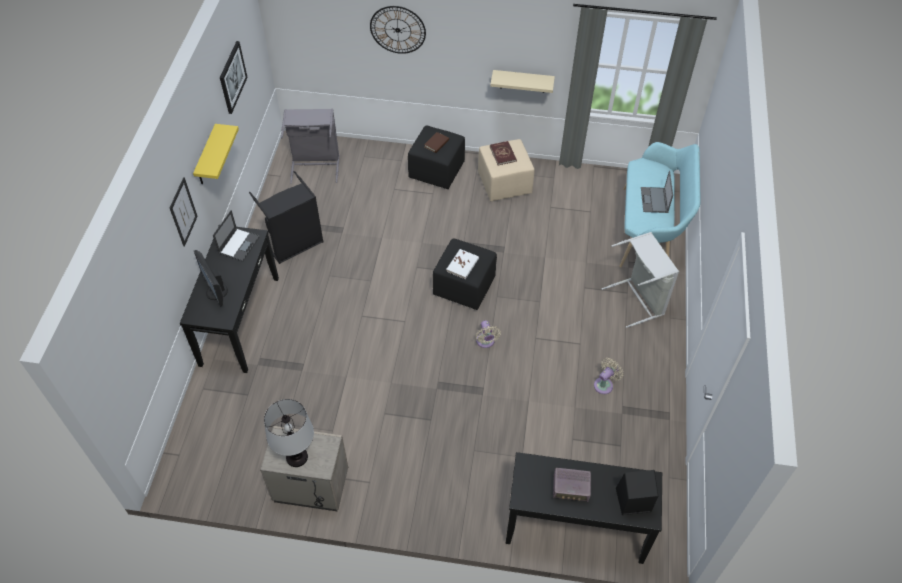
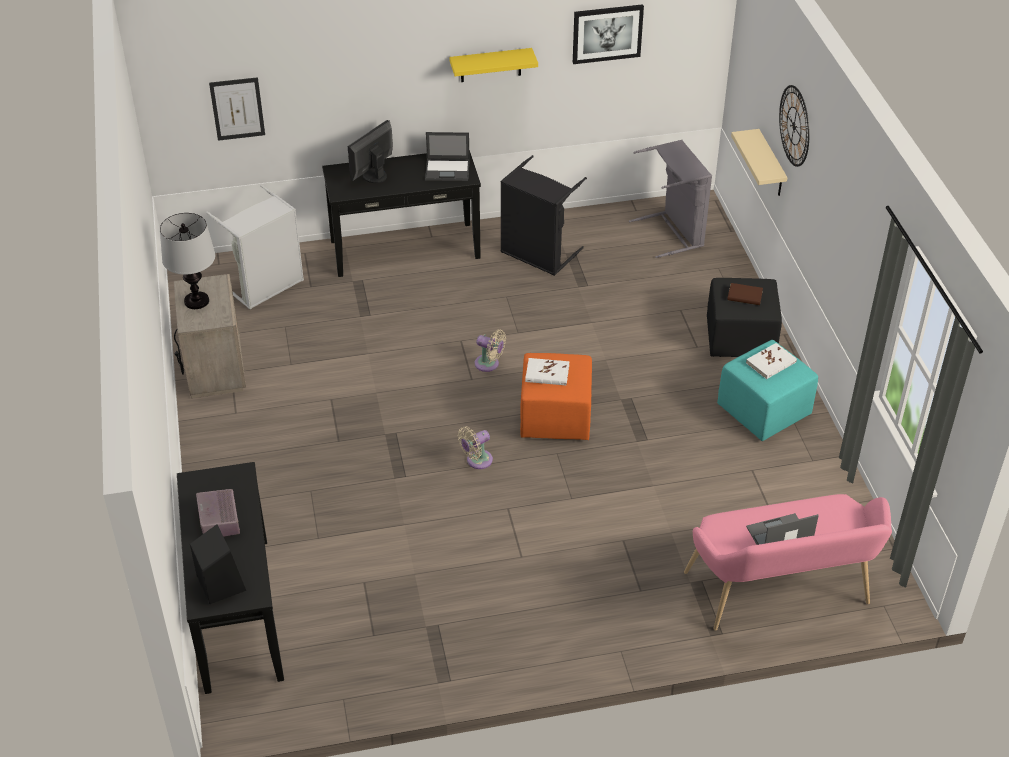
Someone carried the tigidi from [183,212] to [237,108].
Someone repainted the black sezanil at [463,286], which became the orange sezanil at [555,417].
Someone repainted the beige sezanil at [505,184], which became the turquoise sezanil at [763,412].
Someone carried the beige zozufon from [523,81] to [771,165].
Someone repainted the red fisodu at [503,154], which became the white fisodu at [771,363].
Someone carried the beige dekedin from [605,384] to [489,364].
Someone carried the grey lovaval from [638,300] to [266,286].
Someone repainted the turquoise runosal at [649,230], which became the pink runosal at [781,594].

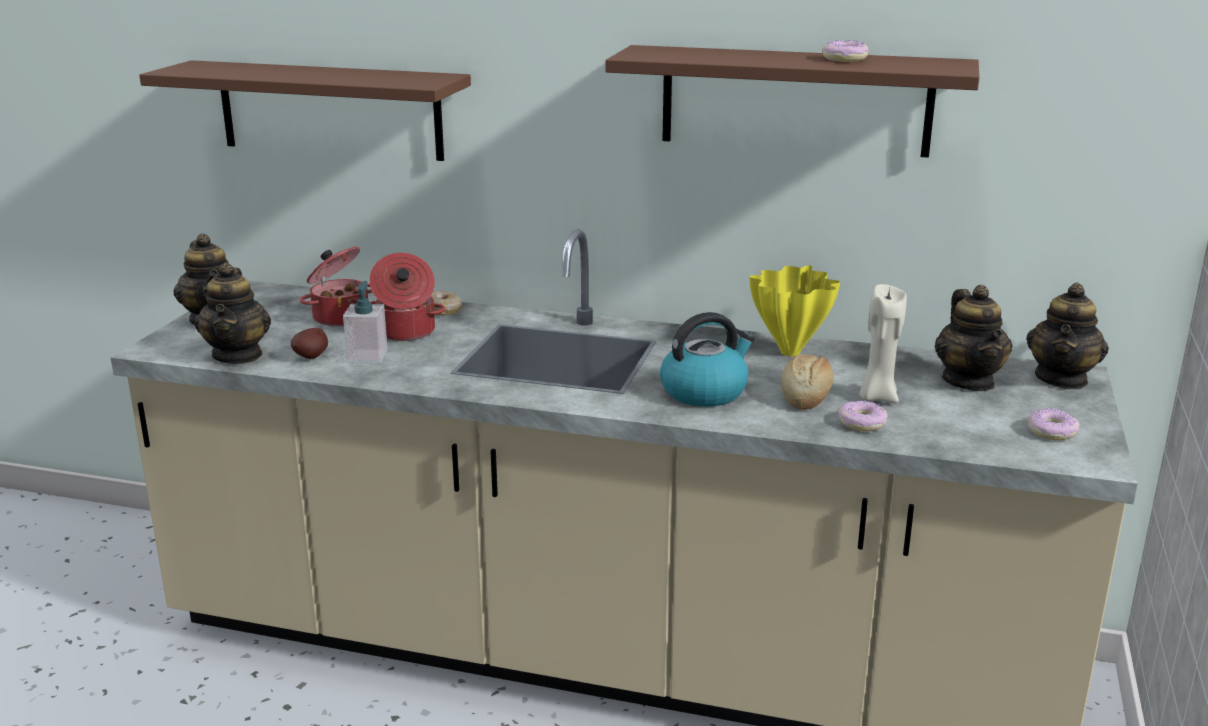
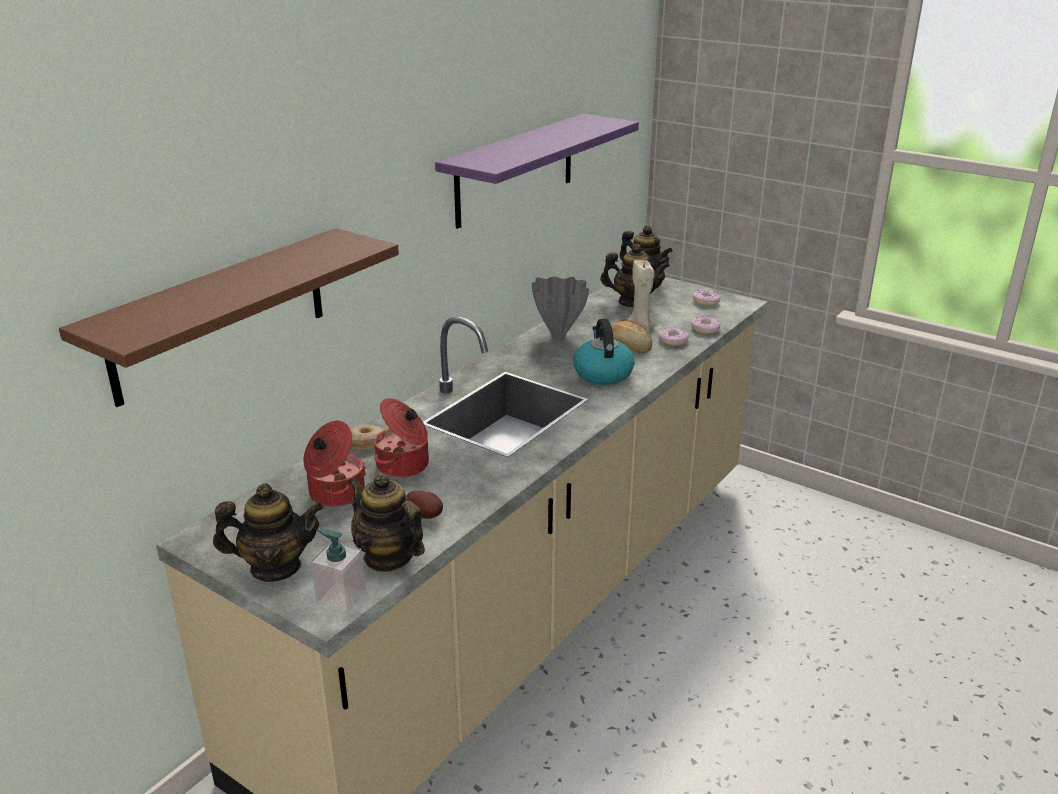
Someone rotated the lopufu at [238,355] by 150 degrees counterclockwise.
Someone carried the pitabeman from [367,356] to [341,597].
Someone repainted the brown zozufon at [795,100], which became the purple zozufon at [515,169].
Someone repainted the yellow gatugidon at [789,353], which became the grey gatugidon at [559,336].
Someone carried the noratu from [845,59] to [705,329].

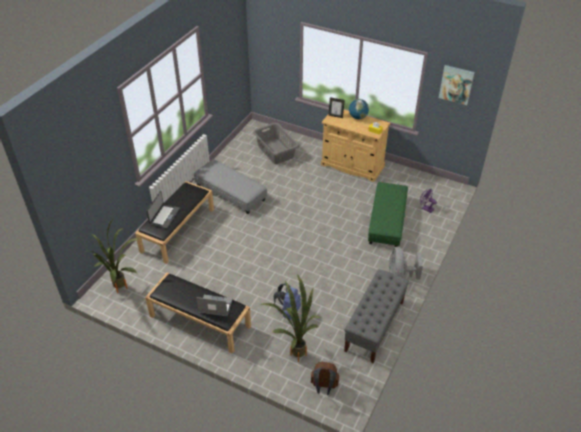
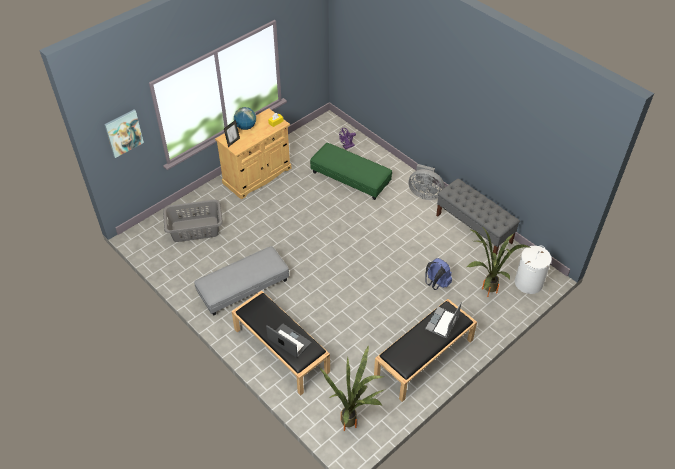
Someone swapped the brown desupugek at [324,387] for the white lovaval at [528,283].
Someone carried the tigidi from [456,84] to [123,133].

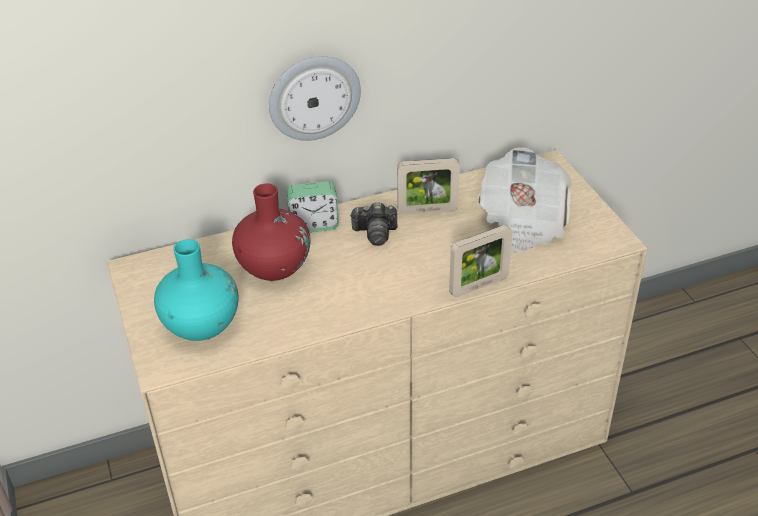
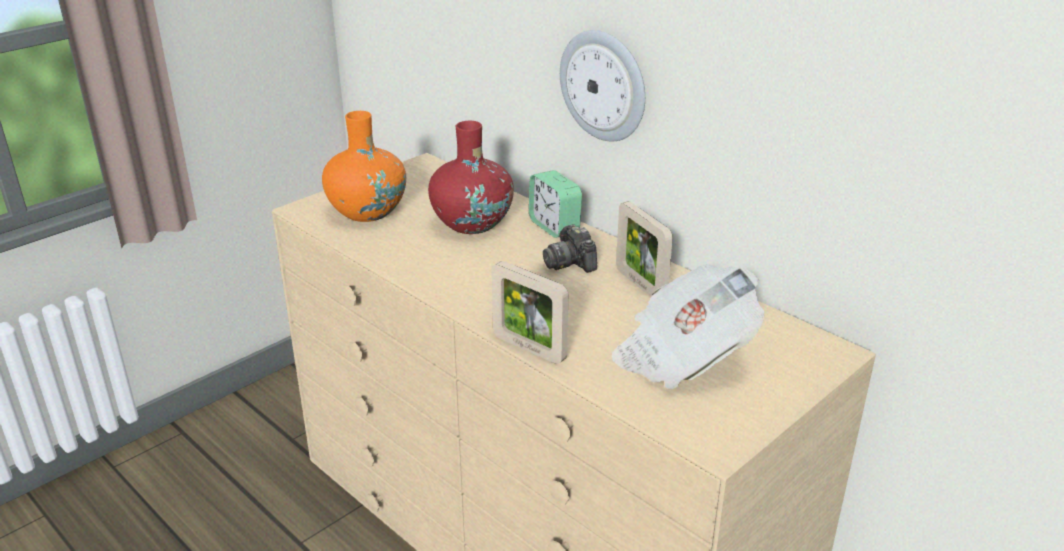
Someone repainted the turquoise gatugidon at [201,325], which became the orange gatugidon at [367,211].

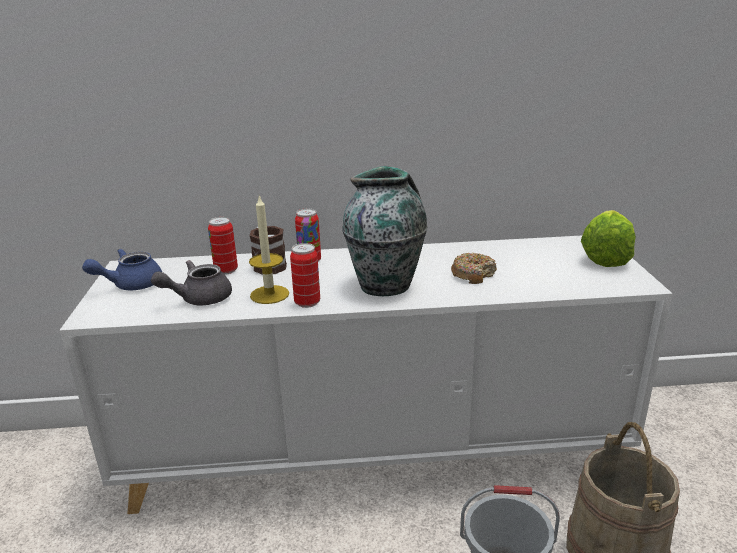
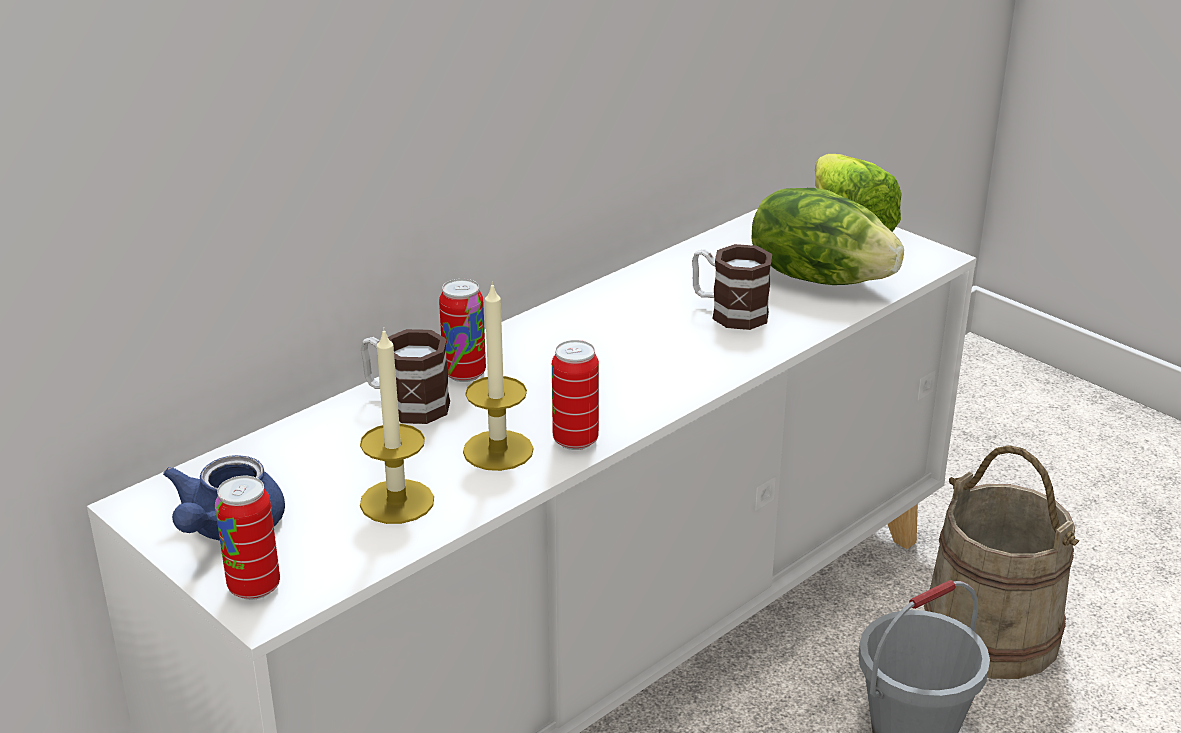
Someone swapped the grey lopufu at [199,298] for the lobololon at [397,502].
Someone carried the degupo from [226,270] to [254,587].
Someone took away the gatugidon at [386,285].
Someone swapped the noratu at [473,275] for the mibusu at [728,312].
Someone put down the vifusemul at [819,277].

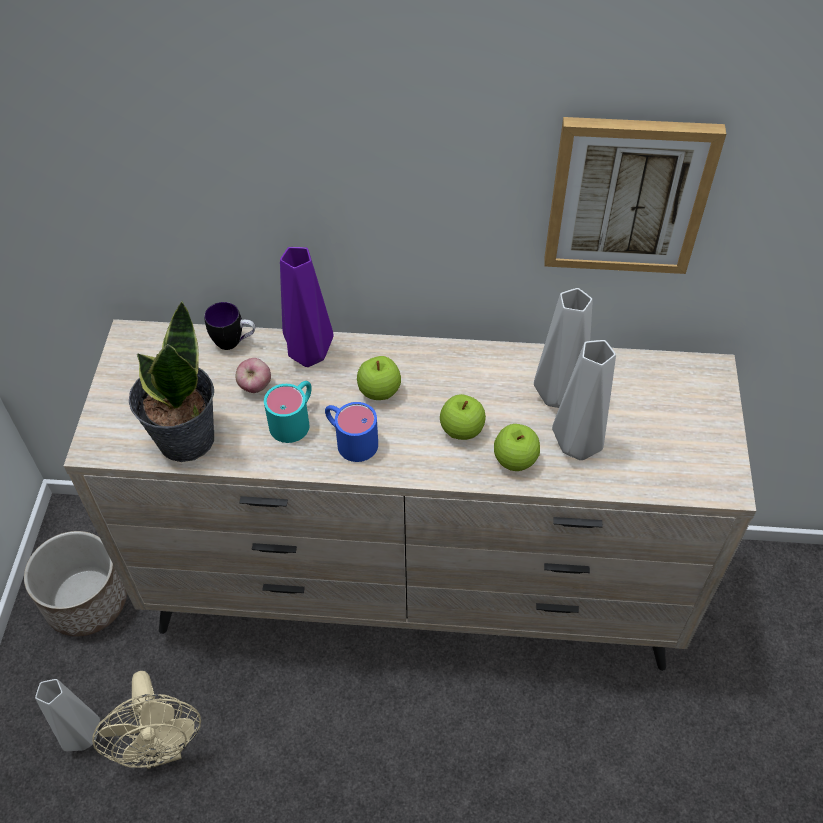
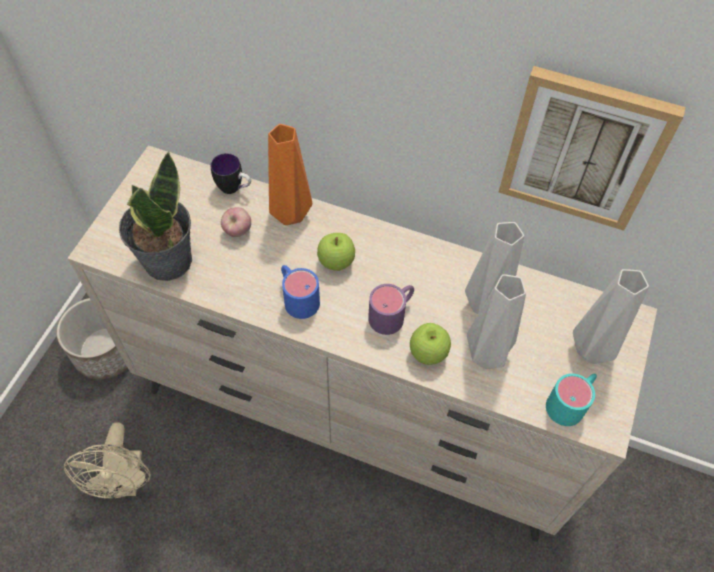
Someone carried the grey gatugidon from [82,734] to [591,347].
Someone carried the turquoise mibusu from [295,419] to [570,402].
Someone repainted the purple gatugidon at [310,356], which became the orange gatugidon at [291,216].
Someone swapped the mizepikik at [461,430] for the purple mibusu at [392,314].

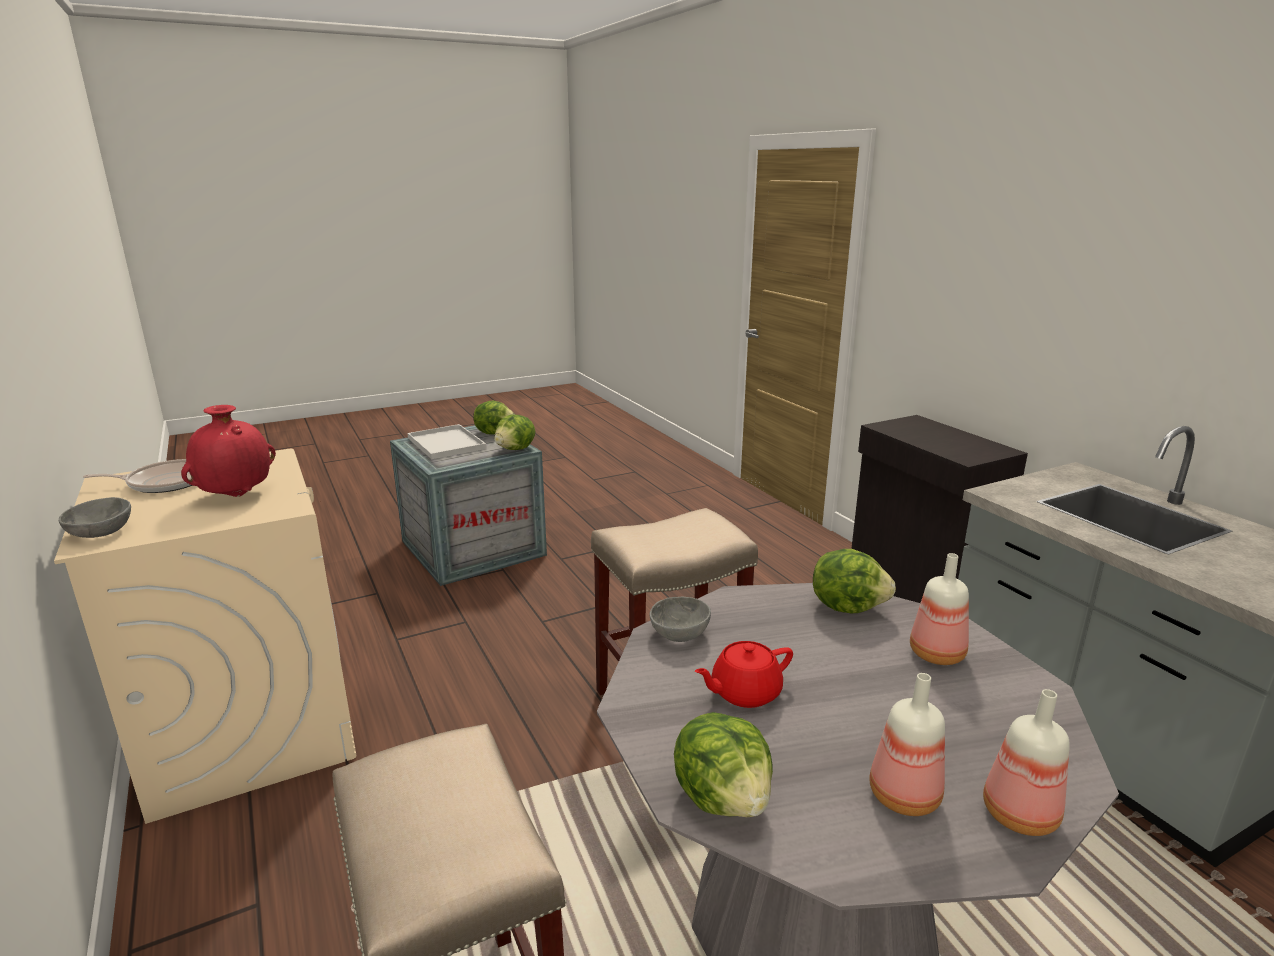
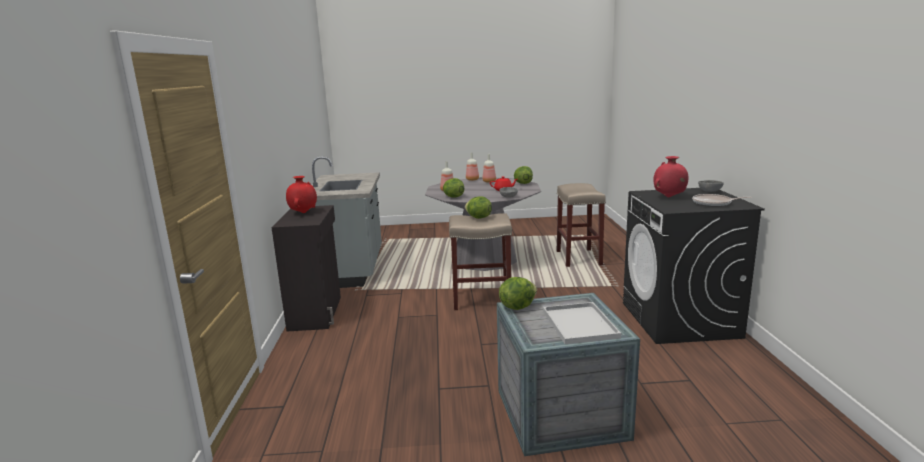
Someone repainted the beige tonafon at [250,728], which became the black tonafon at [680,320].
Someone carried the vifusemul from [495,432] to [478,218].
Someone put down the red gatugidon at [303,213].

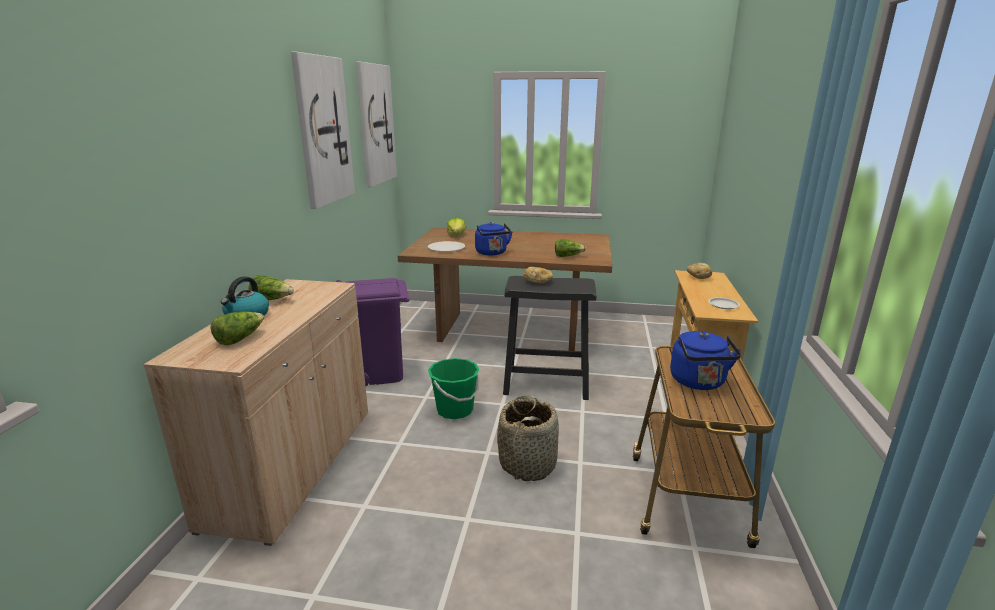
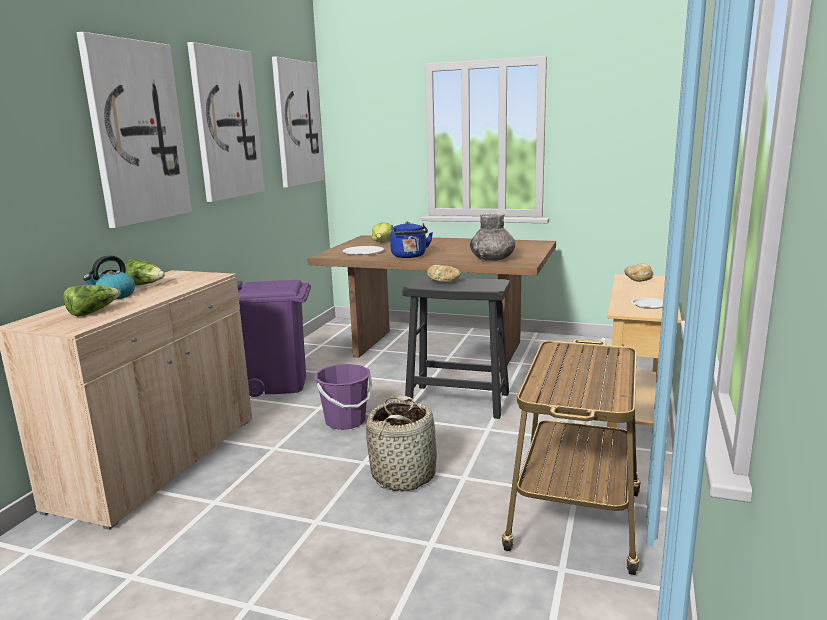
Someone repainted the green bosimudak at [455,410], which became the purple bosimudak at [345,421].
Someone swapped the vifusemul at [567,256] for the grey gatugidon at [492,259].
Someone took away the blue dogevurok at [699,382].
Someone put up the tigidi at [137,132].

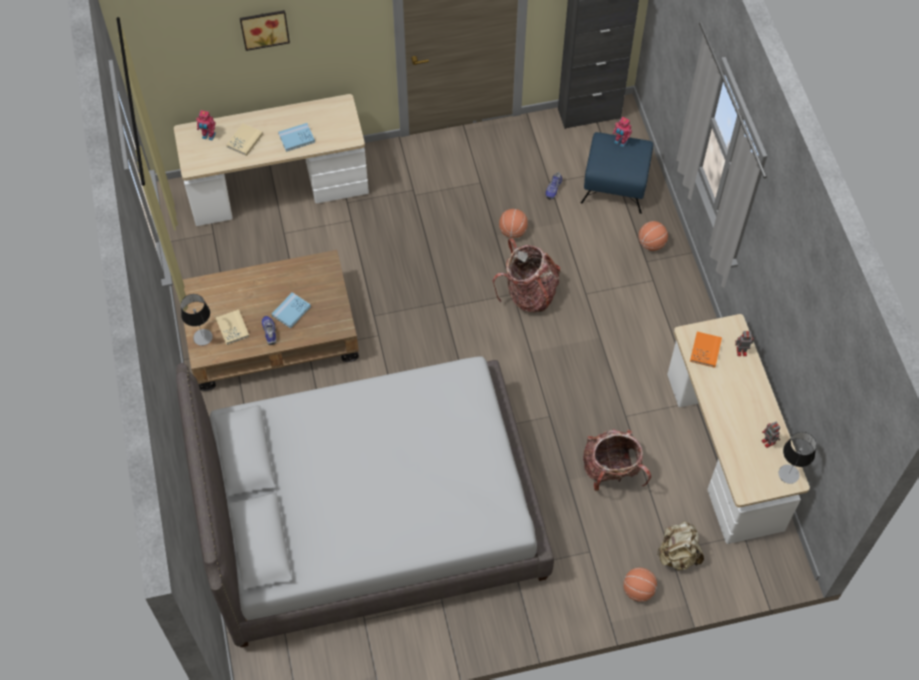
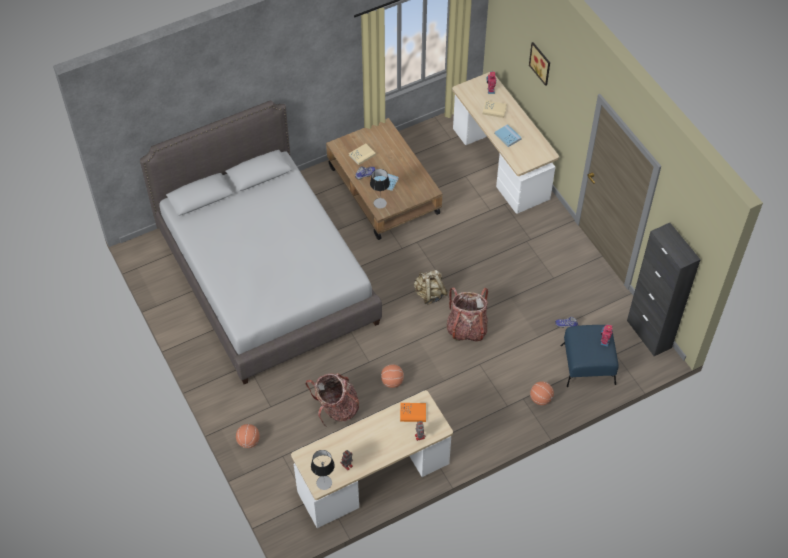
Someone carried the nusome from [202,337] to [380,203].
Someone carried the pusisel from [513,231] to [392,381].
Someone carried the beige desupugek from [678,554] to [429,294].

